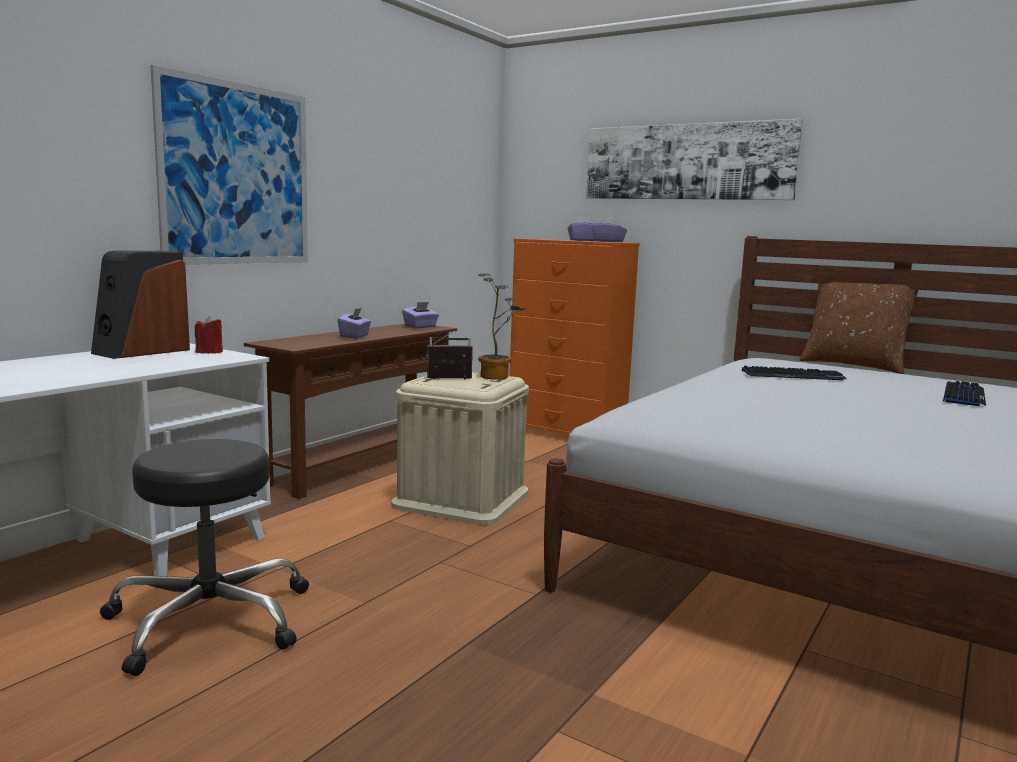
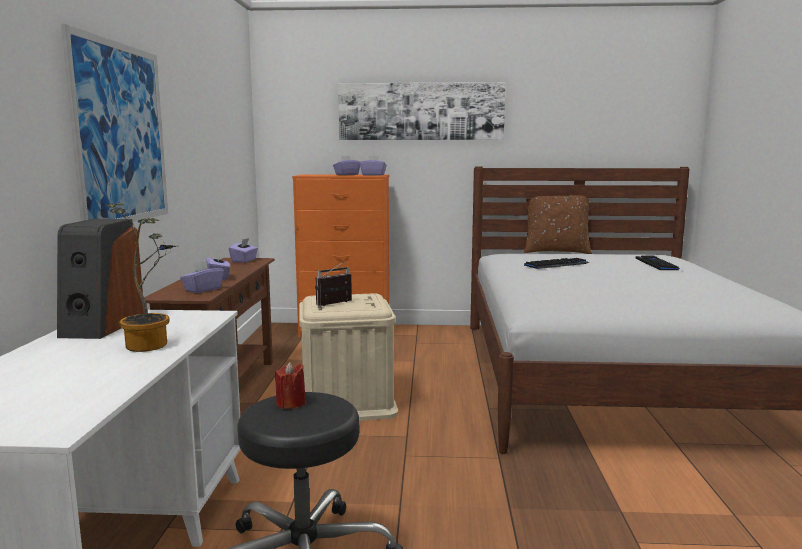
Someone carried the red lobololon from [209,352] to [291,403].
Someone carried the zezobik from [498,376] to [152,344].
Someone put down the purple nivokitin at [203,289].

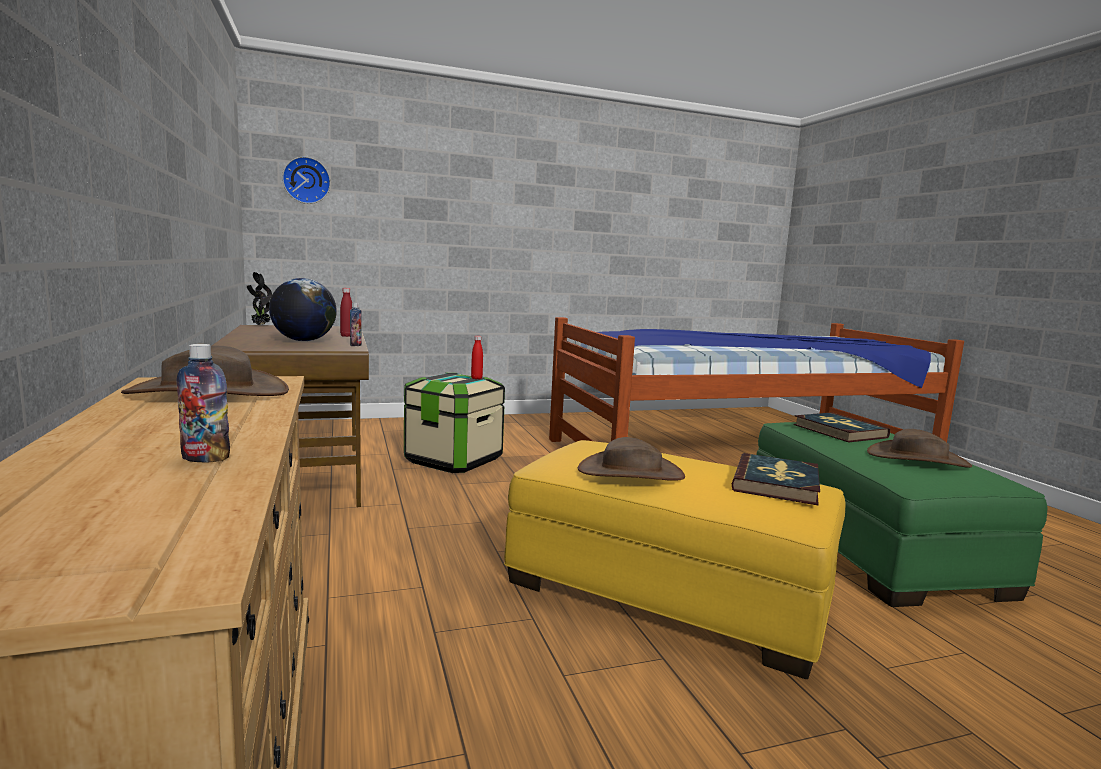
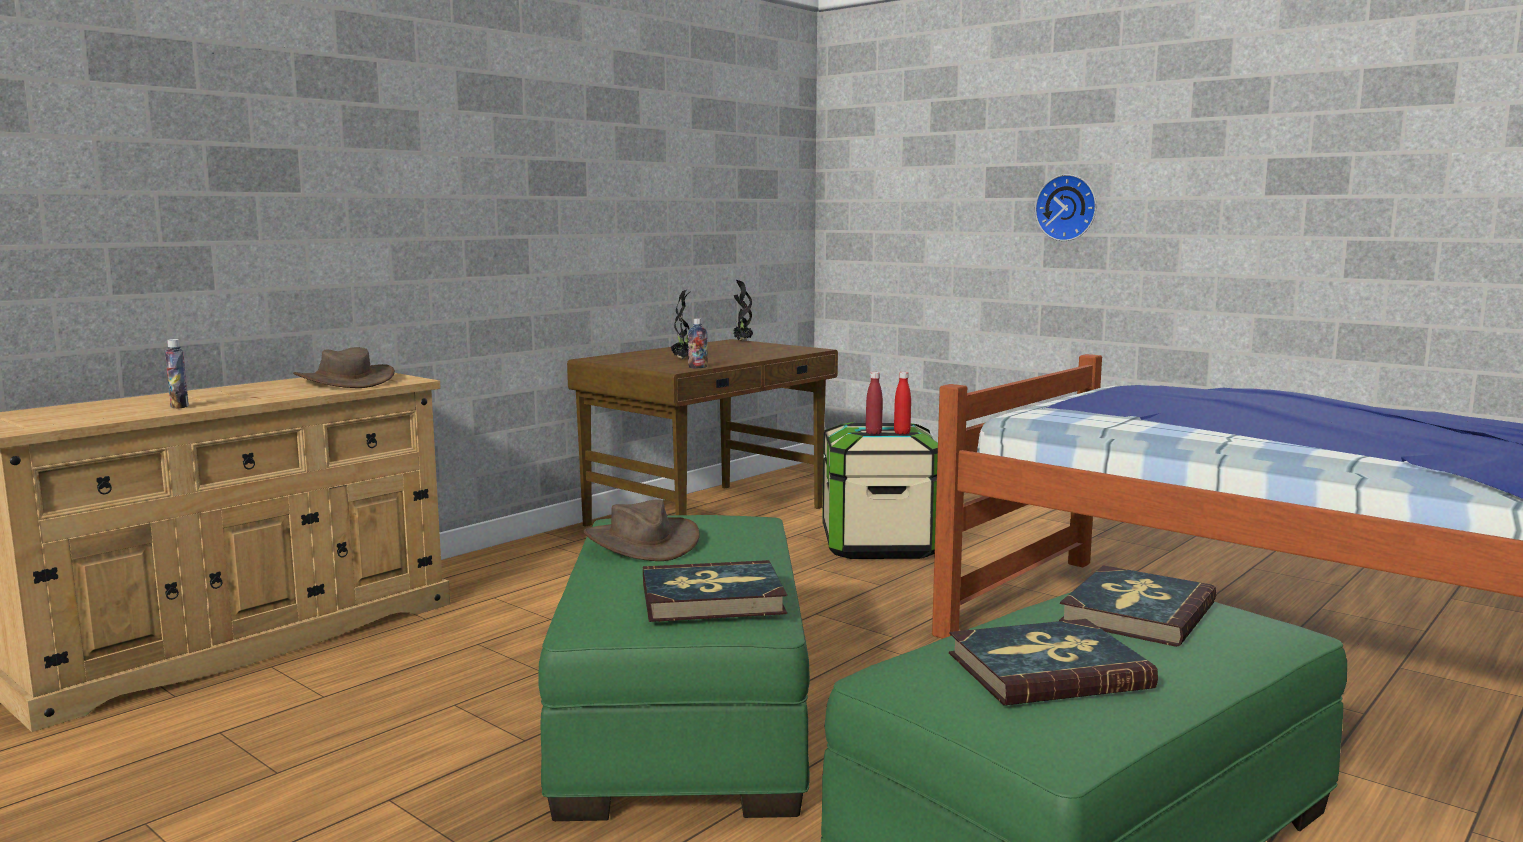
Someone swapped the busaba at [303,341] for the zezobik at [682,359].
Someone carried the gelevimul from [306,180] to [1067,207].
Someone carried the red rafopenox from [347,336] to [873,433].
Someone repainted the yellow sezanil at [667,589], which became the green sezanil at [684,716].
Someone swapped the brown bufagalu at [917,459] for the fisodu at [1047,670].

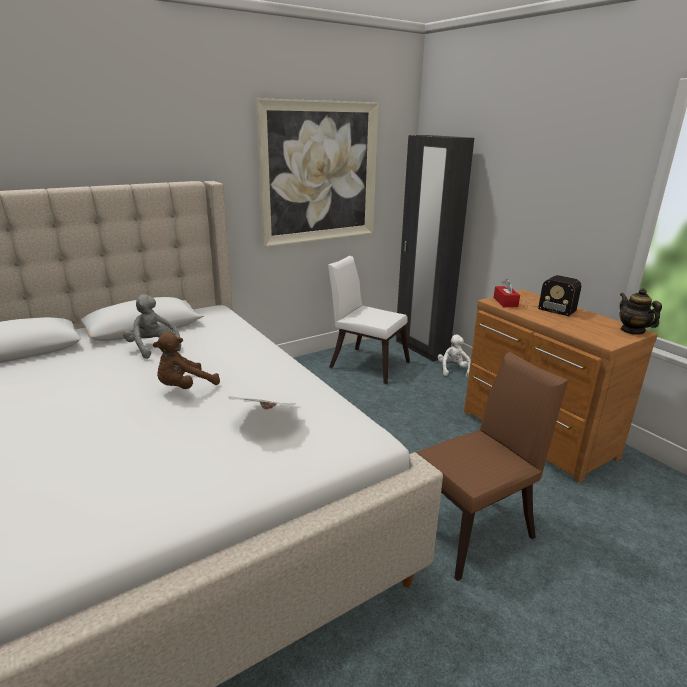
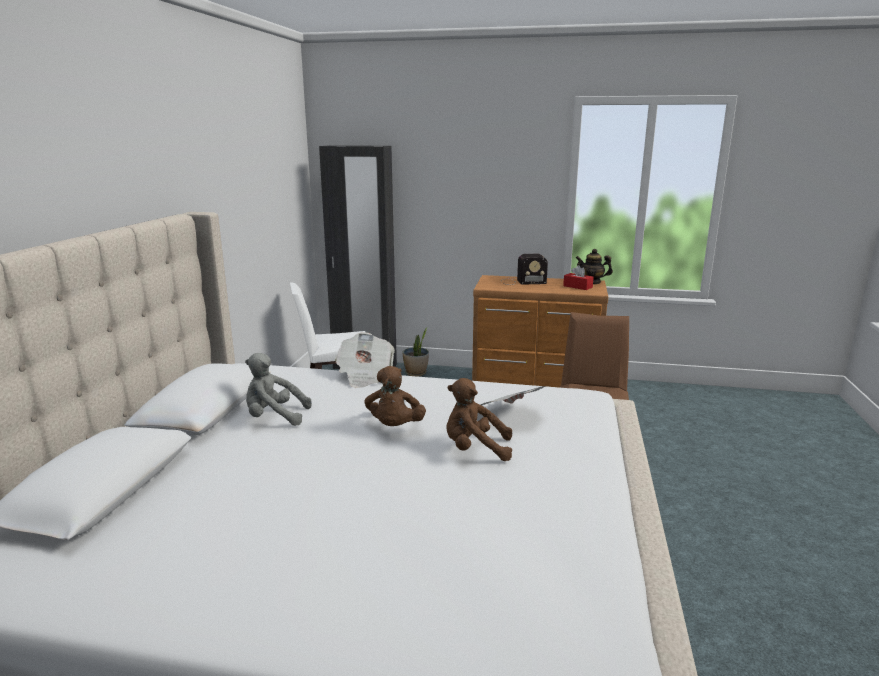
Someone took away the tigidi at [319,173].
Someone swapped the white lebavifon at [453,370] for the zezobik at [416,373].
Someone carried the red nivokitin from [505,302] to [577,286].
Someone put down the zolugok at [365,375].
Someone put down the brown lebavifon at [475,449].

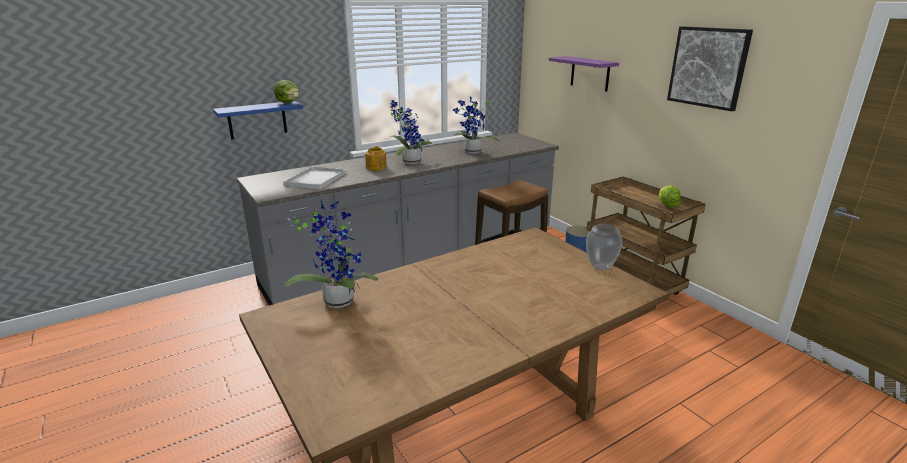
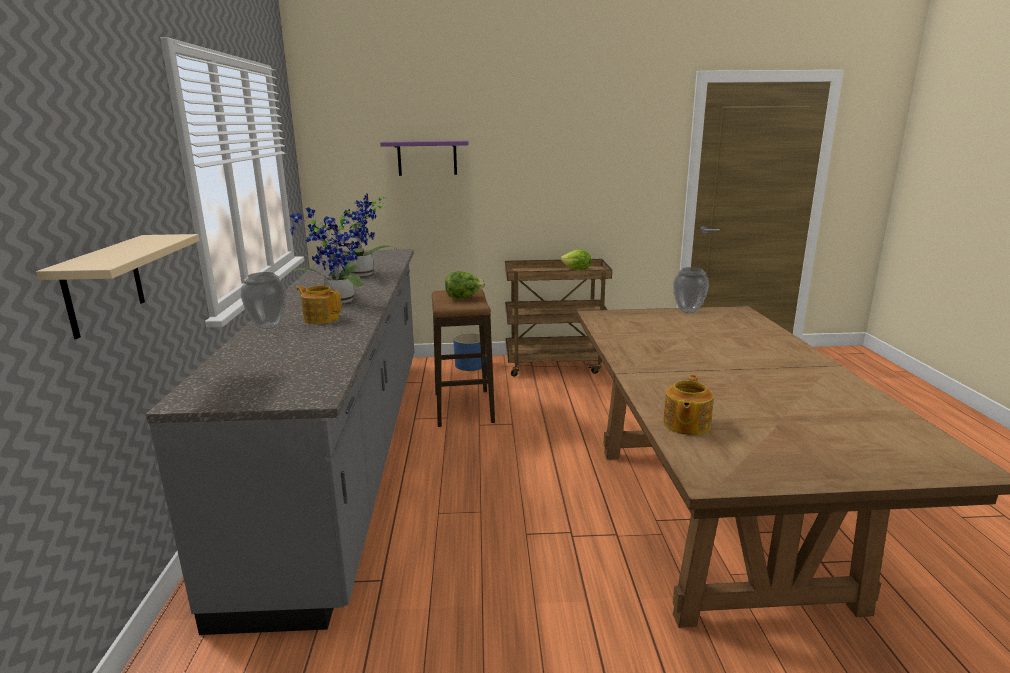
Someone repainted the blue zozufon at [257,120], which became the beige zozufon at [104,285].
Someone carried the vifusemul from [289,103] to [464,298].
Someone took away the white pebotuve at [316,178].
Someone swapped the zezobik at [338,299] for the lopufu at [685,425].
Someone took away the tigidi at [708,67].
Someone put down the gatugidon at [268,326].

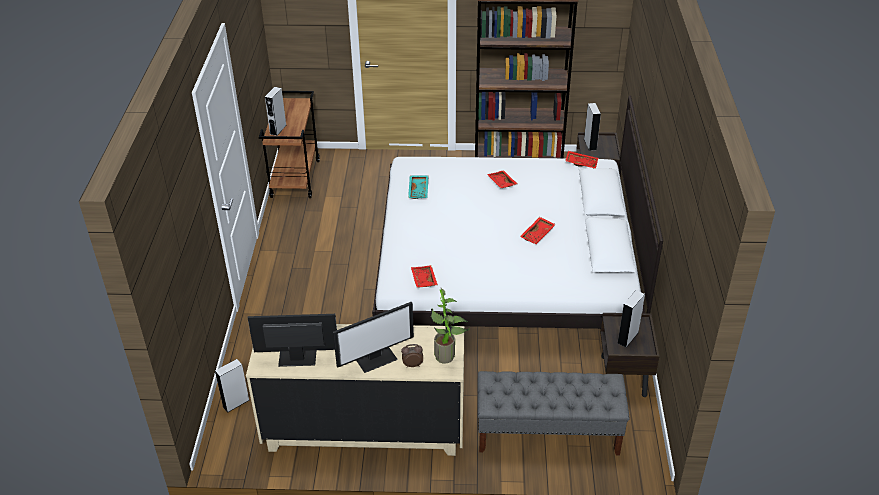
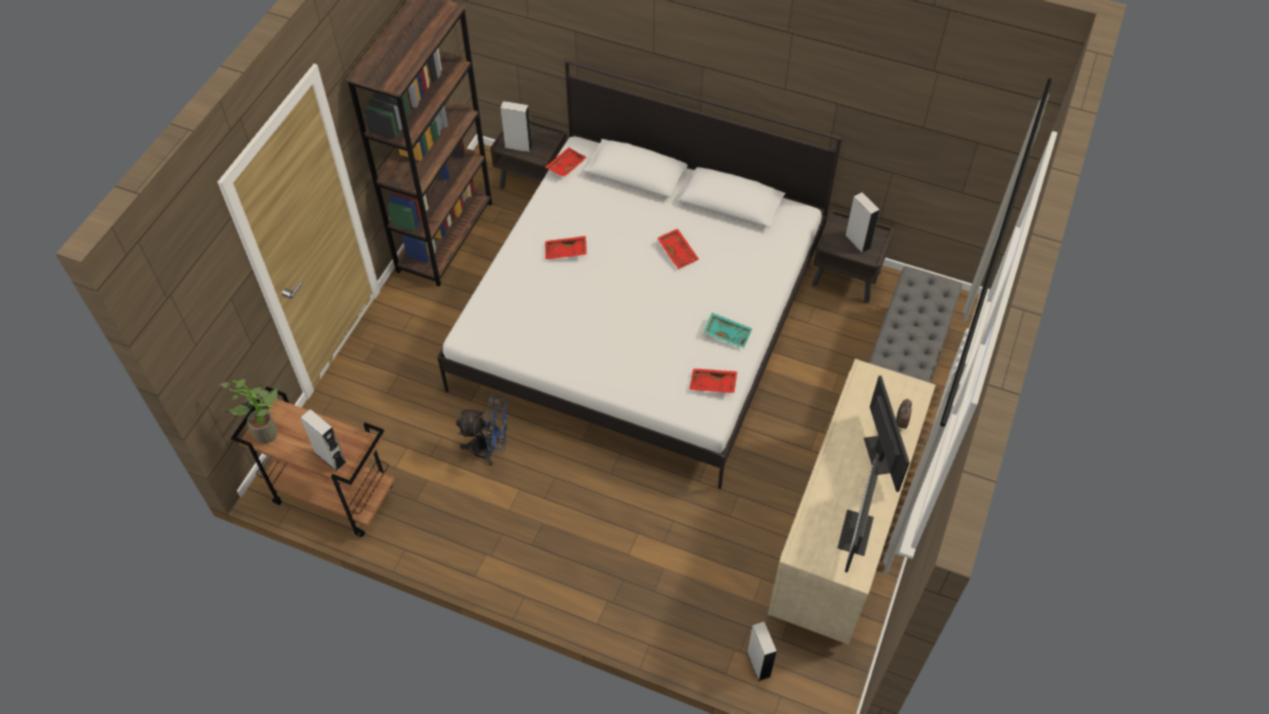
Someone carried the turquoise pebotuve from [419,190] to [727,333].
Someone carried the zezobik from [448,356] to [268,431].
Someone put down the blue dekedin at [489,448].

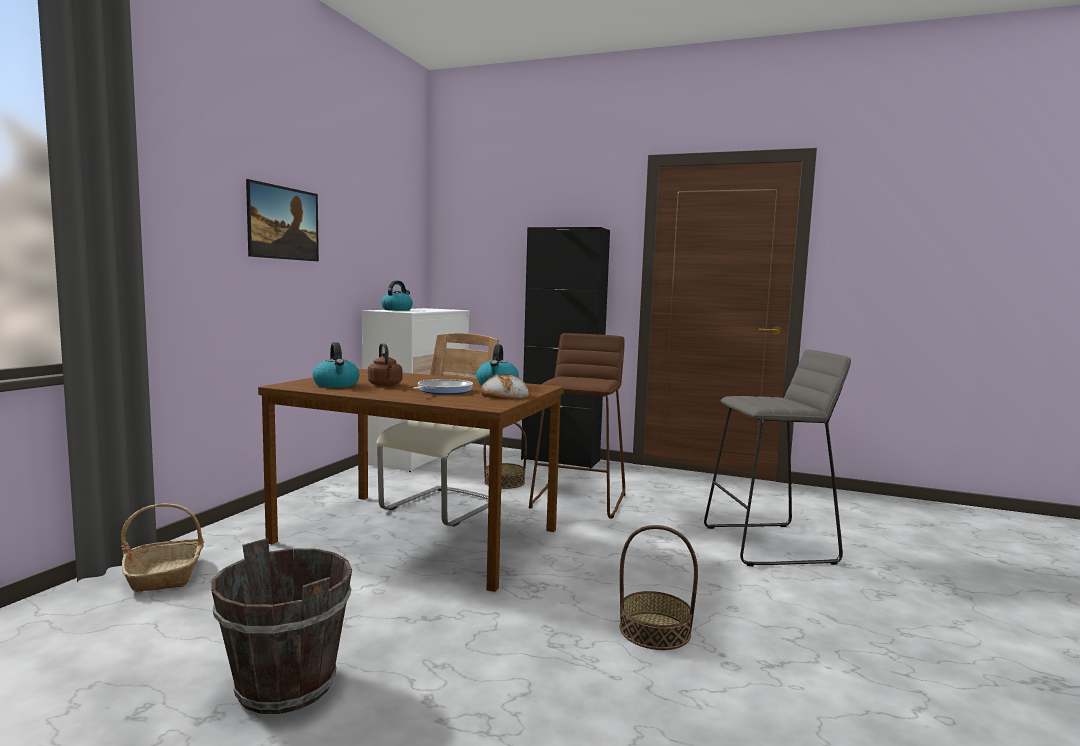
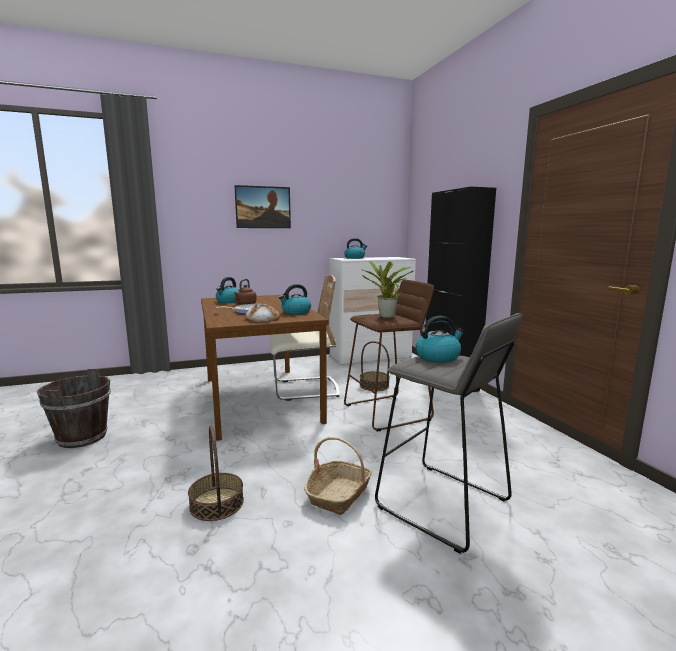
Someone carried the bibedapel from [166,574] to [339,494].
Someone put down the zezobik at [386,317].
Someone put down the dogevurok at [438,357].

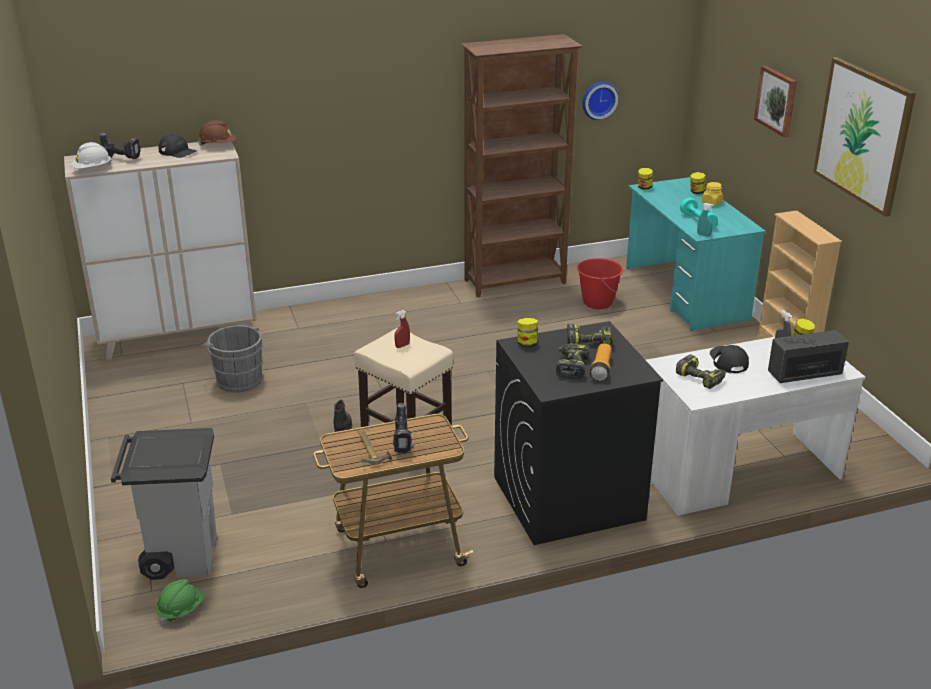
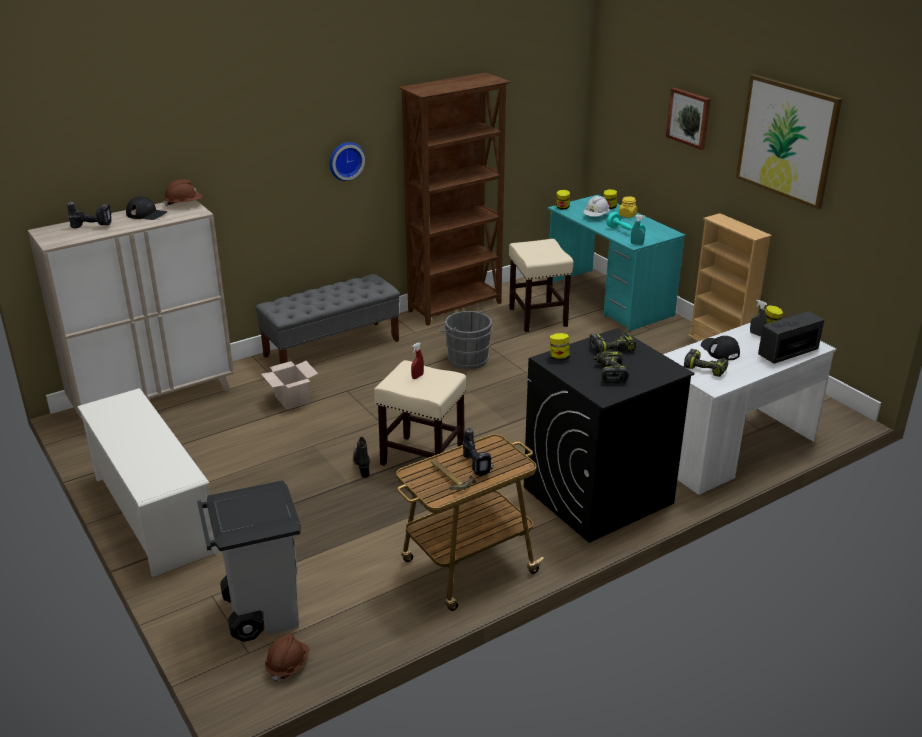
Someone carried the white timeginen from [92,169] to [596,216].
Someone repainted the green timeginen at [181,610], which became the brown timeginen at [287,665].
Someone carried the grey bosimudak from [238,379] to [465,358].
Someone swapped the red bosimudak at [597,302] for the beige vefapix at [537,317].
Someone carried the gelevimul from [598,99] to [345,160].
Someone took away the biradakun at [601,369].
Someone put down the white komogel at [153,514].
Someone put down the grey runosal at [332,348].
Someone put down the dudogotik at [291,399].

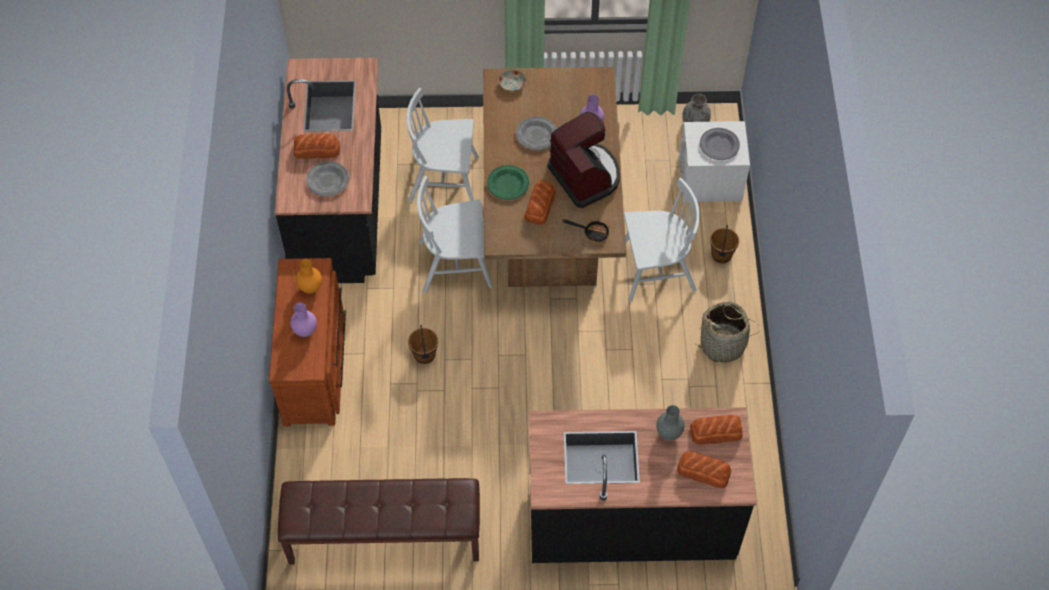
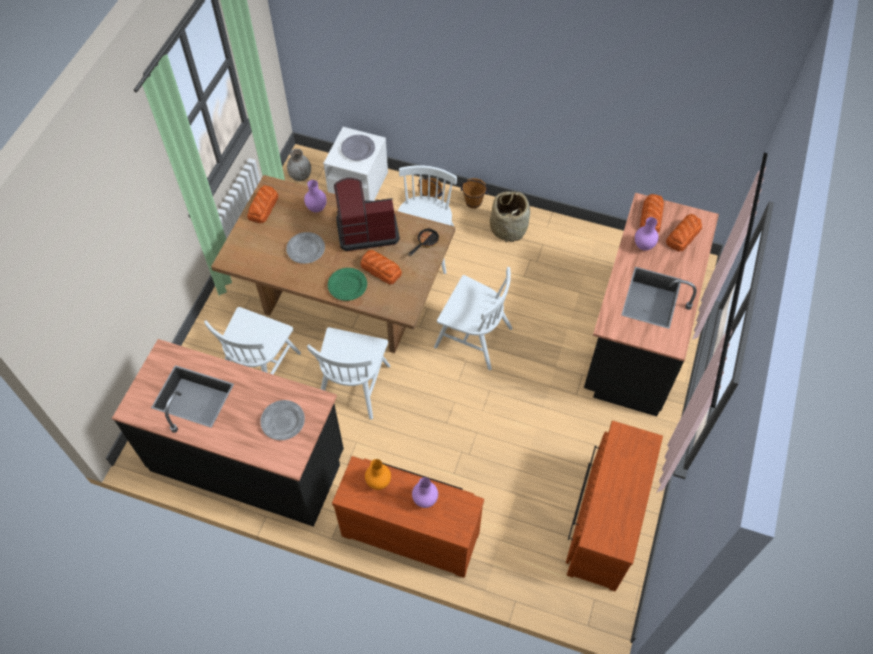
Someone swapped the brown runosal at [384,537] for the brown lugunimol at [603,522].
Someone carried the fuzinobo from [317,150] to [263,207].
Someone carried the brown bosimudak from [425,355] to [473,202].
Someone took away the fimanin at [512,84].
Someone repainted the grey gatugidon at [669,433], which became the purple gatugidon at [643,246].
Someone put down the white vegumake at [473,337].

